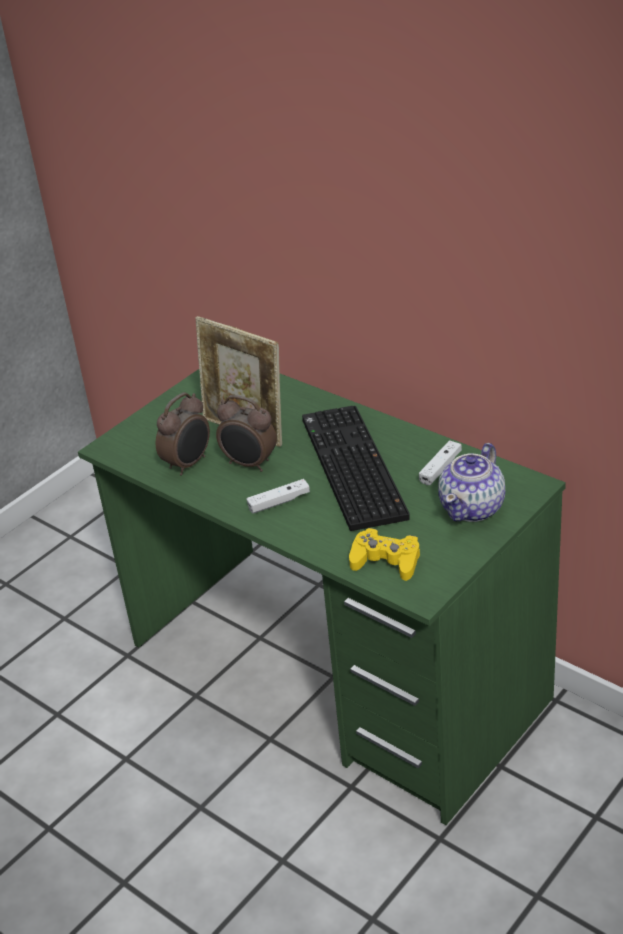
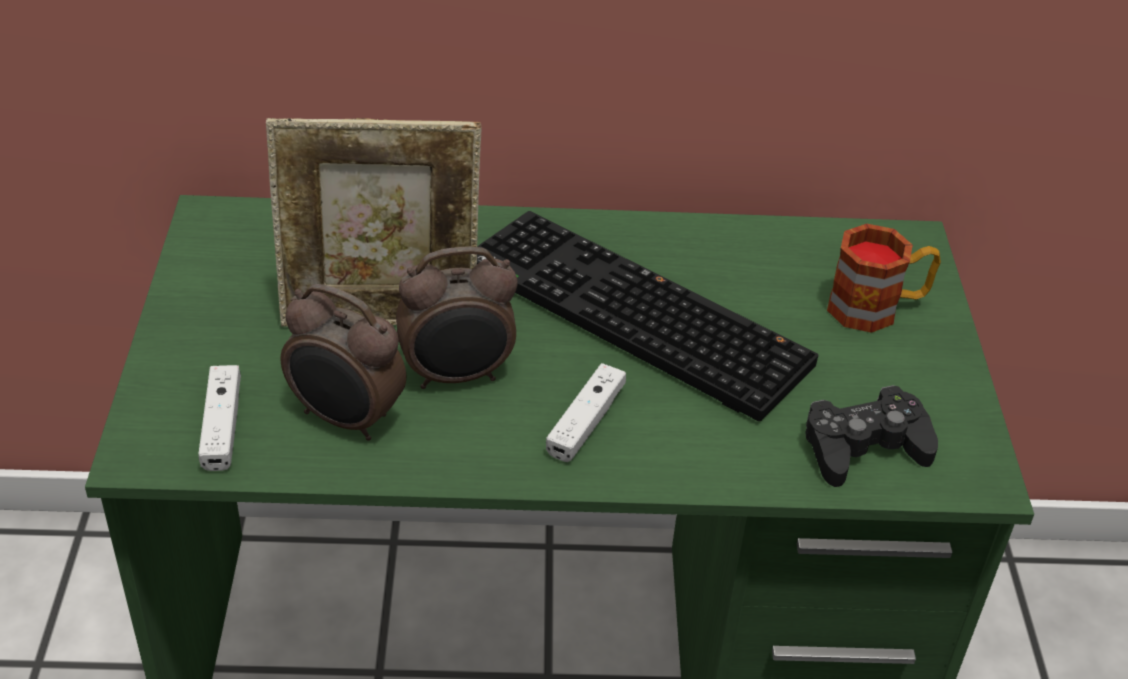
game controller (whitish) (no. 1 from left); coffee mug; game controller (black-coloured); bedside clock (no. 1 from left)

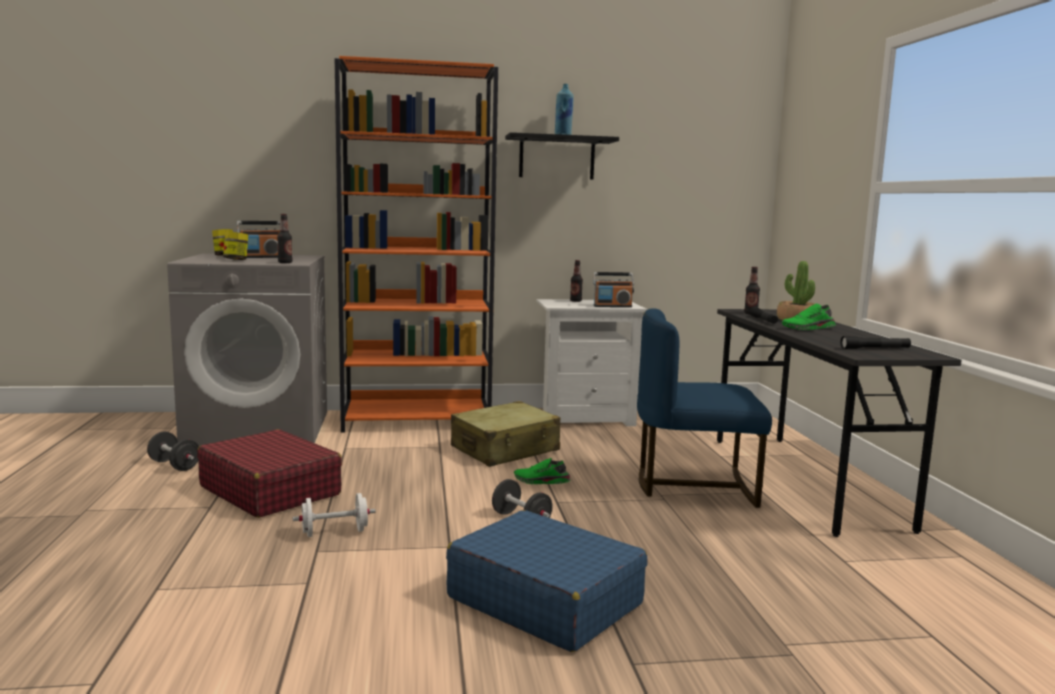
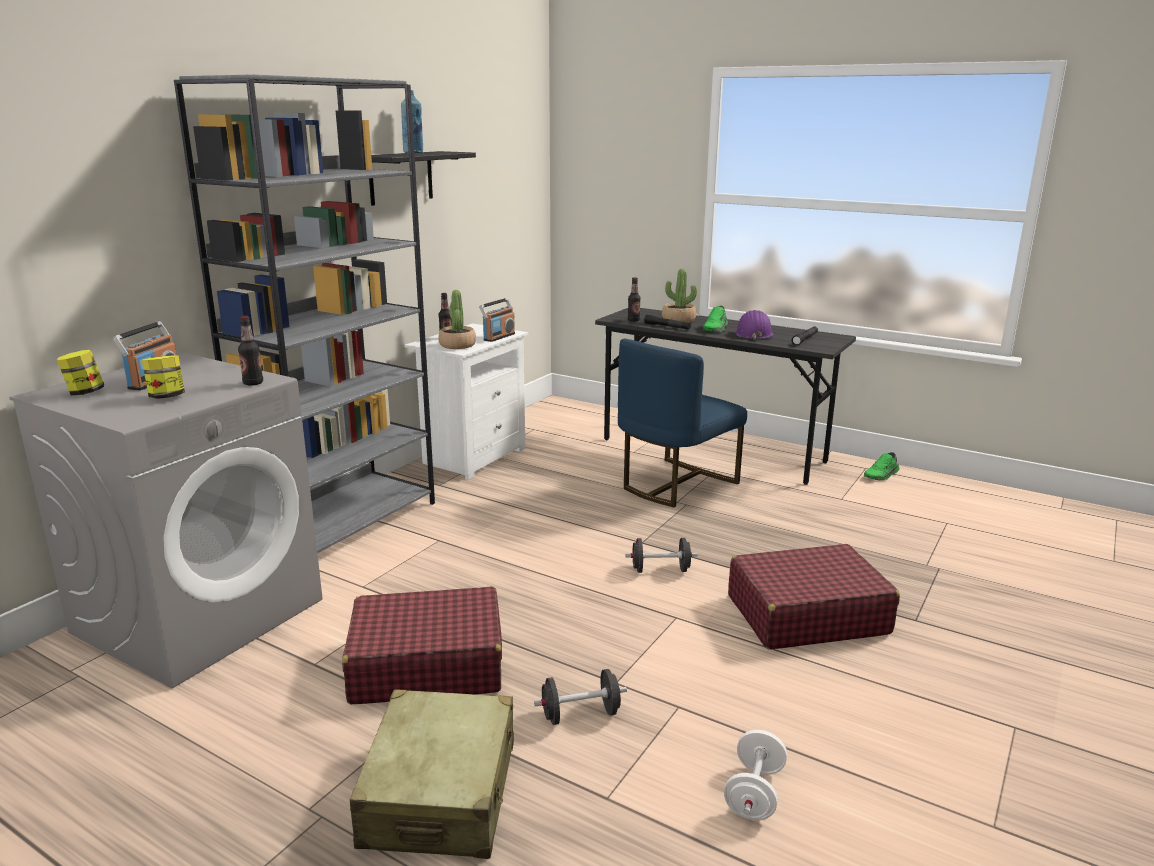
plant in a pot (no. 1 from left); hard hat (purple-coloured); dumbbell (black-coloured) (no. 1 from left); dumbbell (whitish); travel case (beige-coloured); shoe (green) (no. 2 from left); bookcase (greyish); travel case (red) (no. 2 from left)

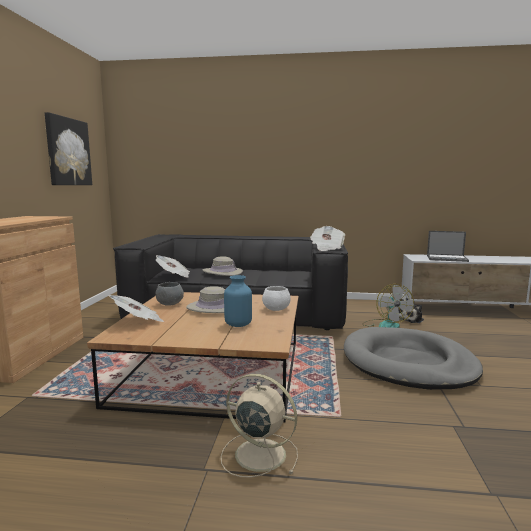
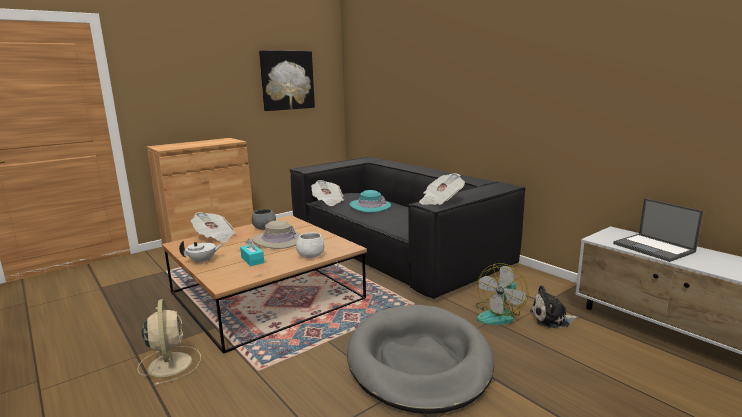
teapot (whitish); box of tissues (turquoise-coloured); clothing hat (turquoise-coloured)

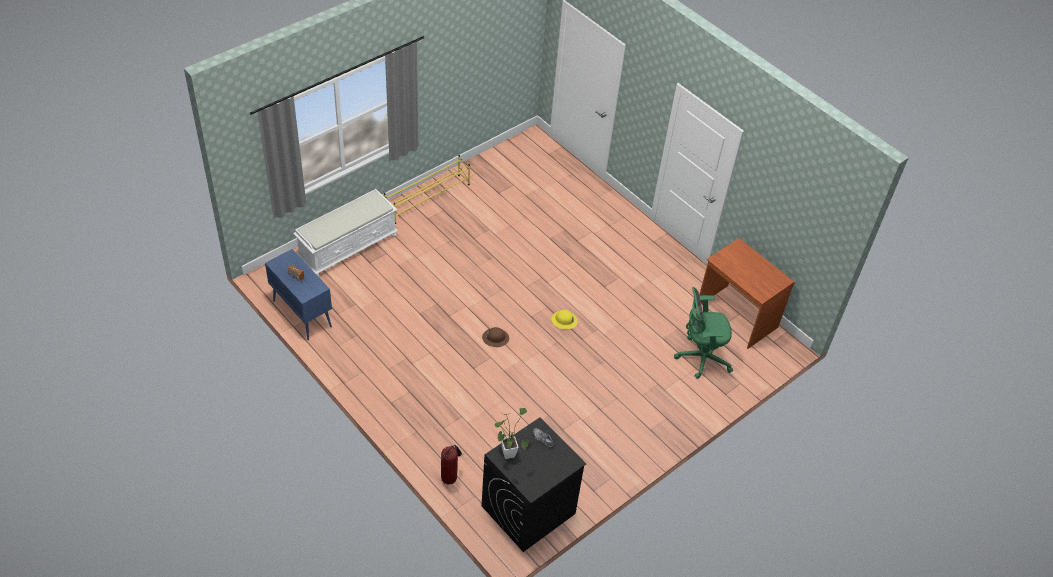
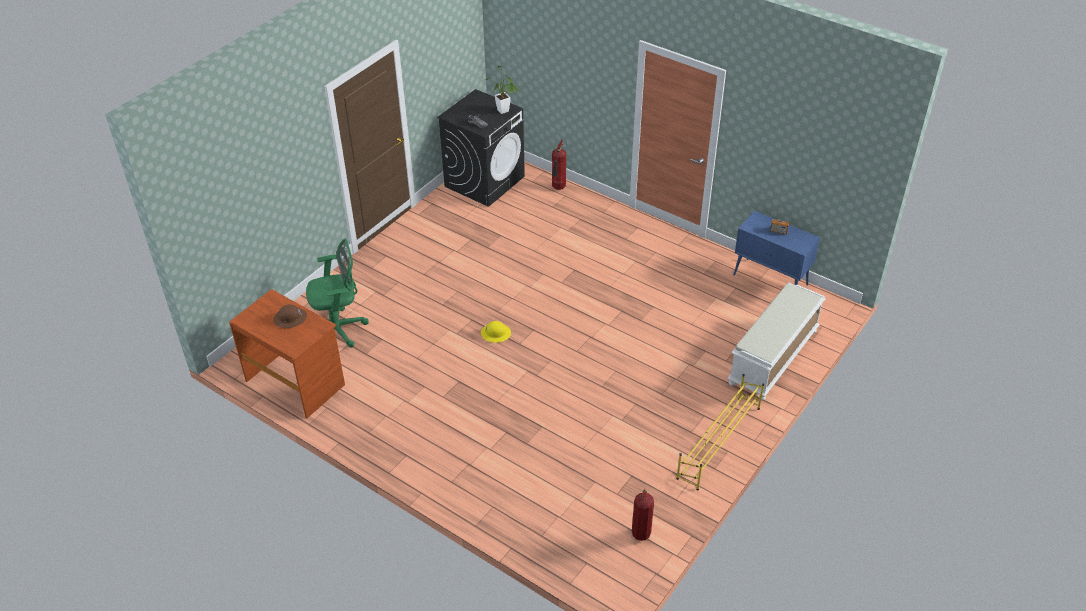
extinguisher (no. 2 from left); hard hat (brown-coloured)

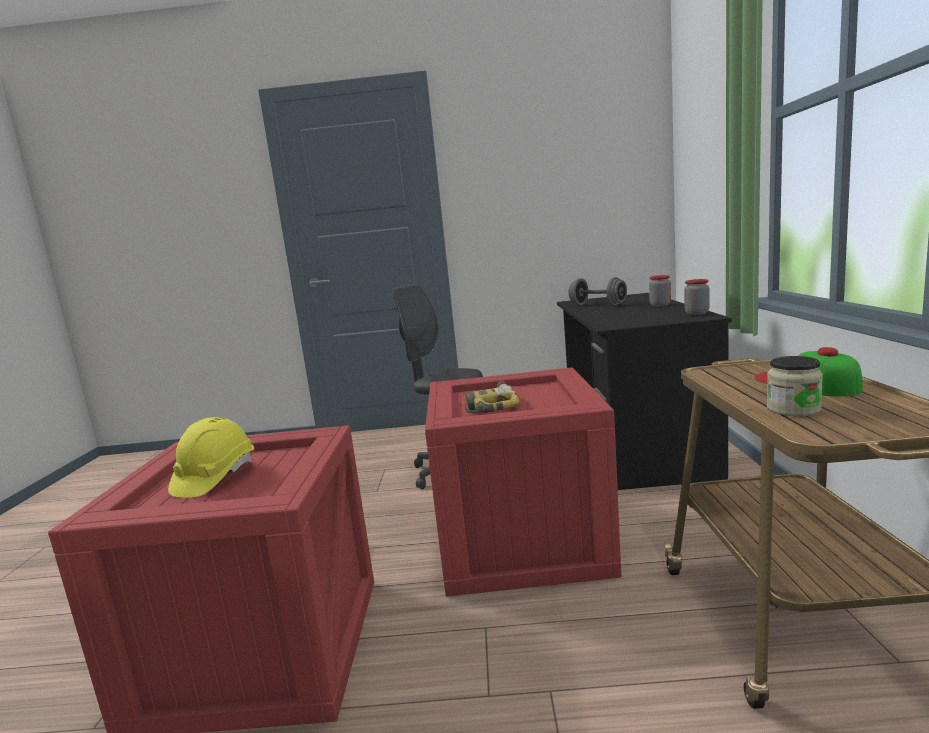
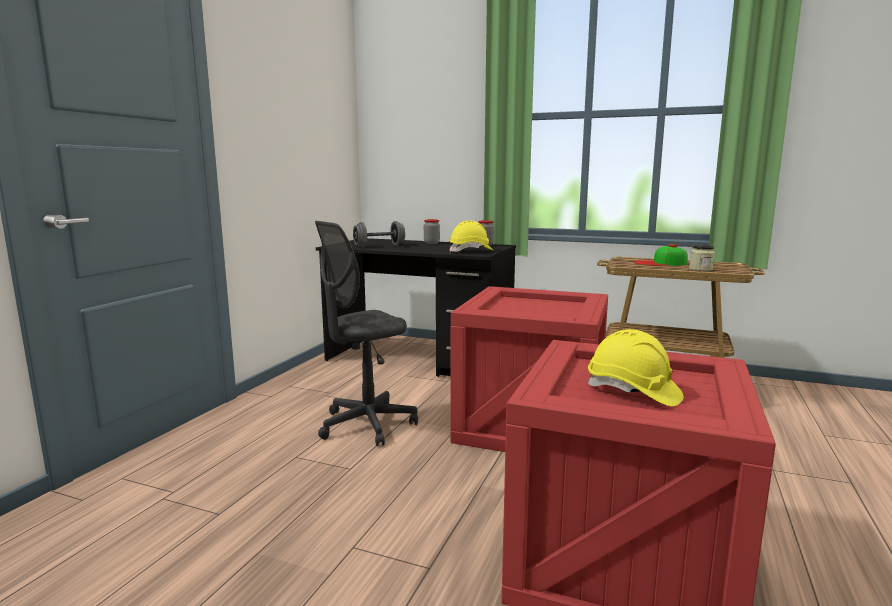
drill; hard hat (yellow-coloured) (no. 1 from left)

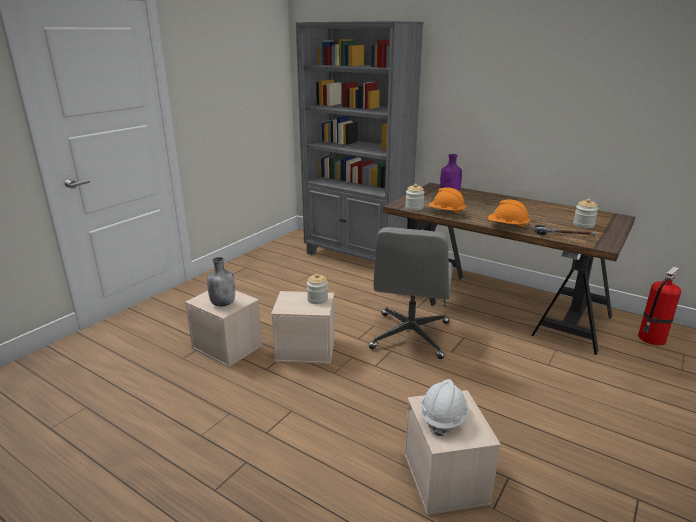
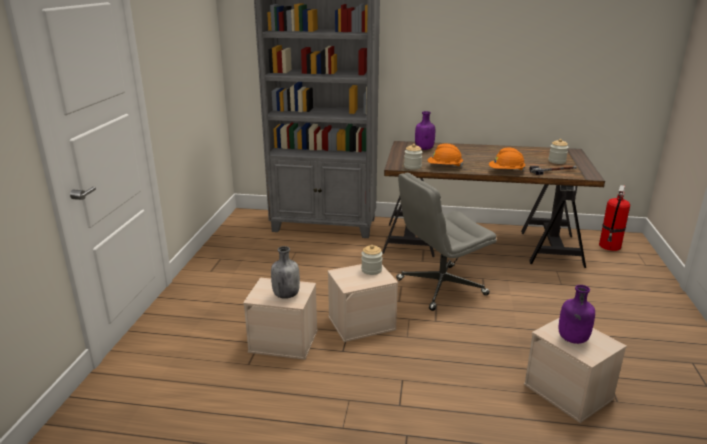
beverage bottle (purple-coloured) (no. 2 from left); office chair (greyish)

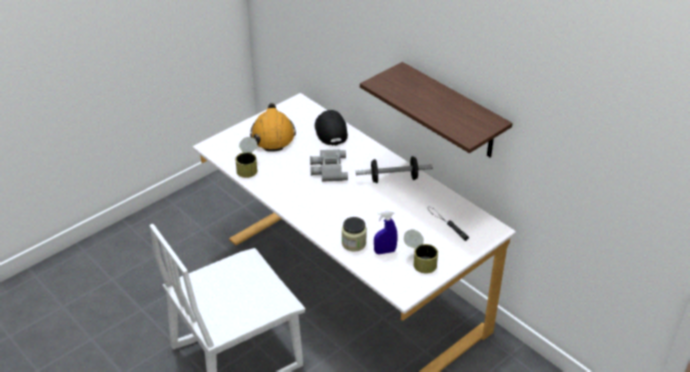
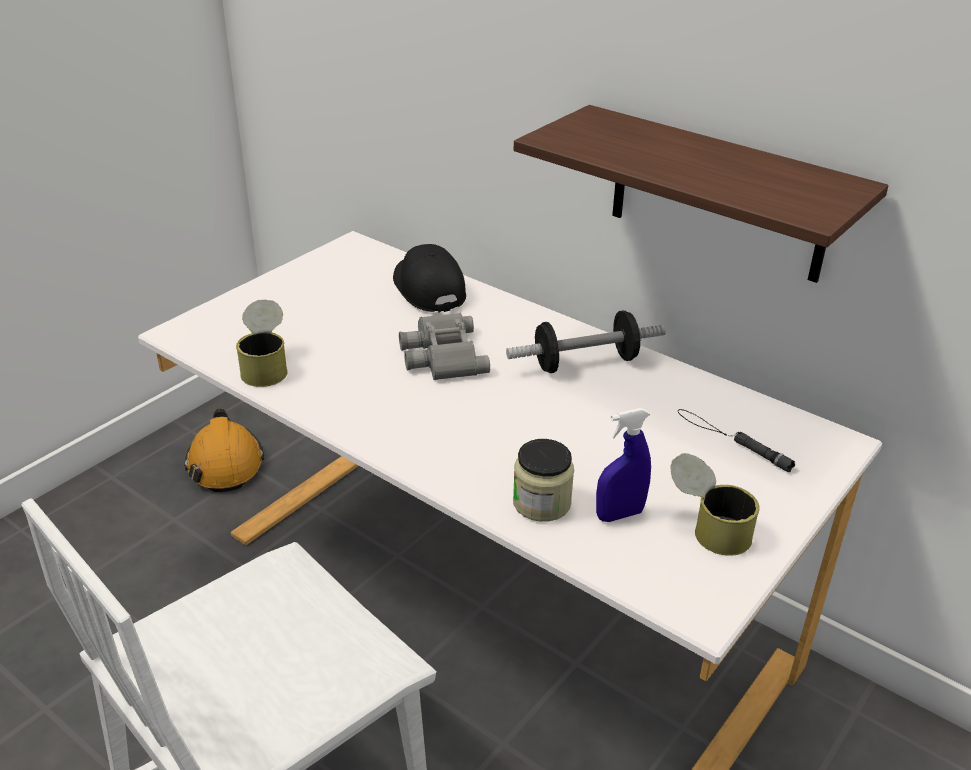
hard hat (orange)

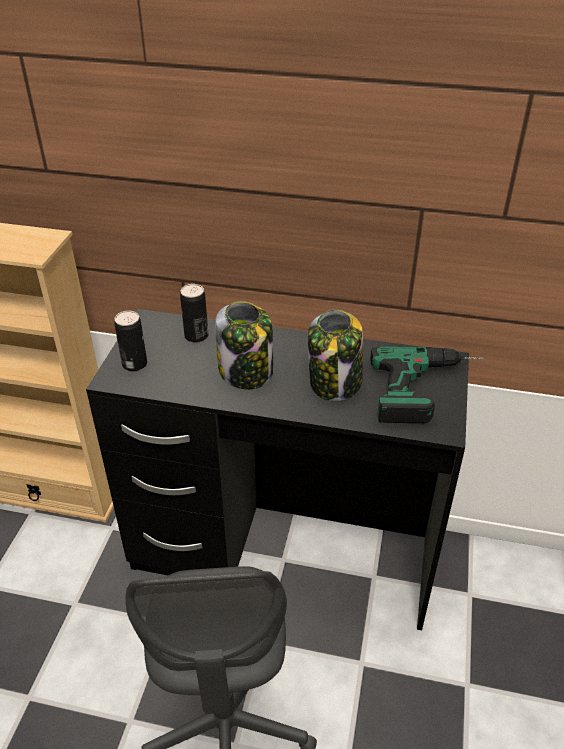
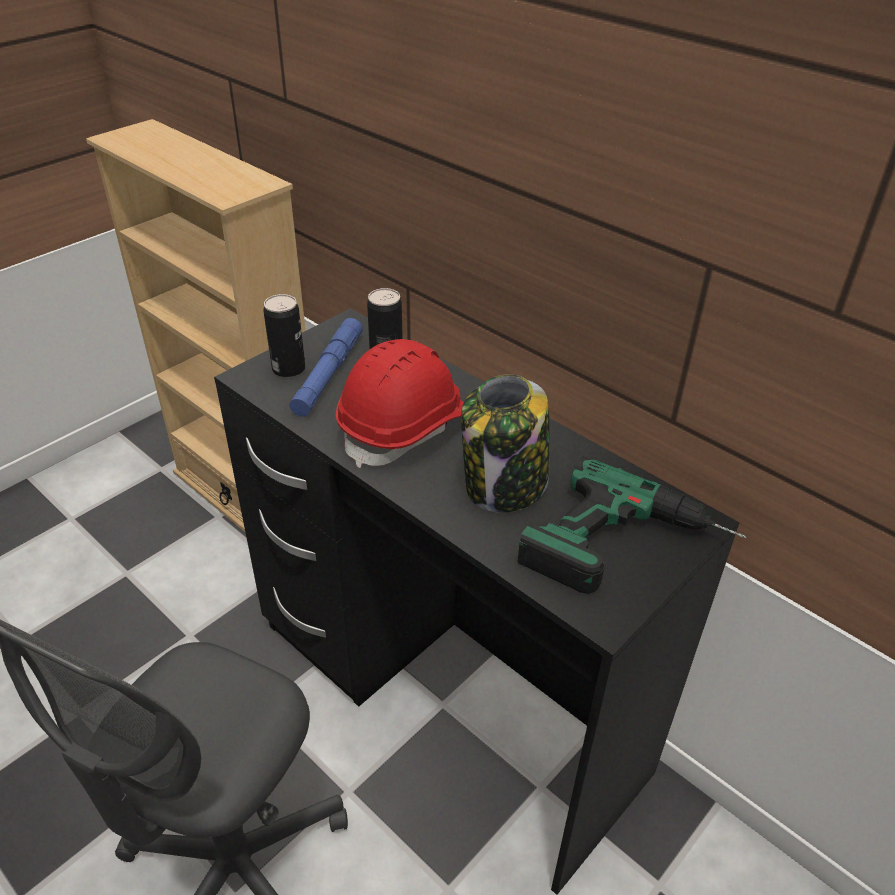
torch (blue); hard hat (red)

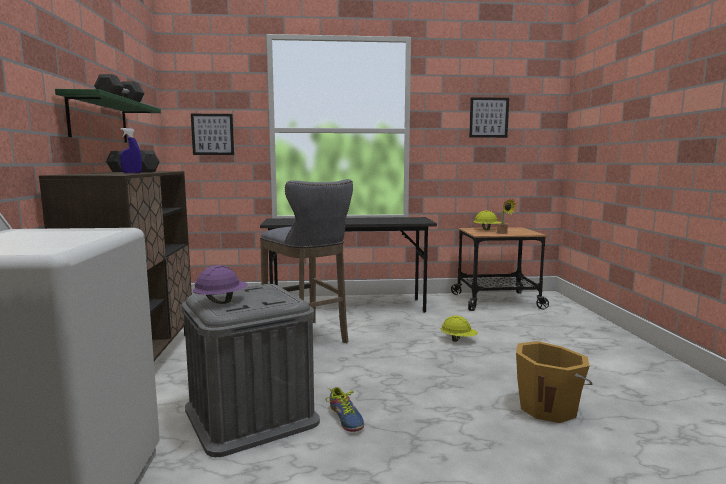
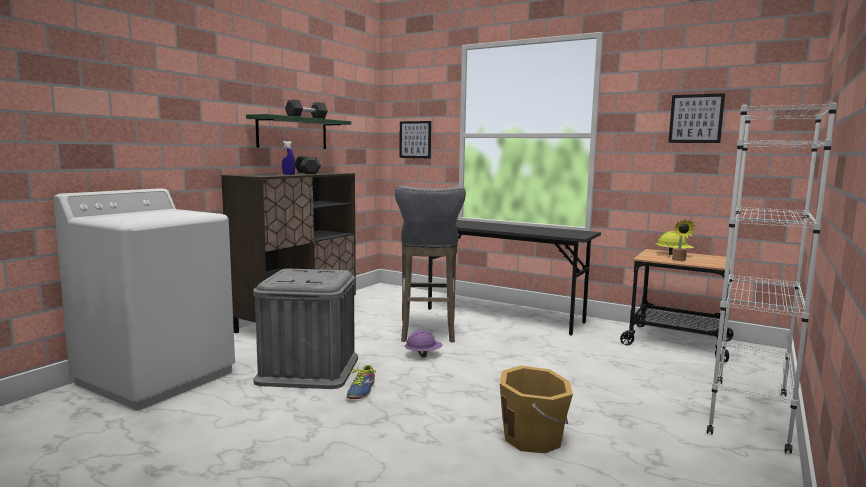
hard hat (yellow-coloured) (no. 1 from left in the first image); bookcase (whitish); hard hat (purple-coloured)

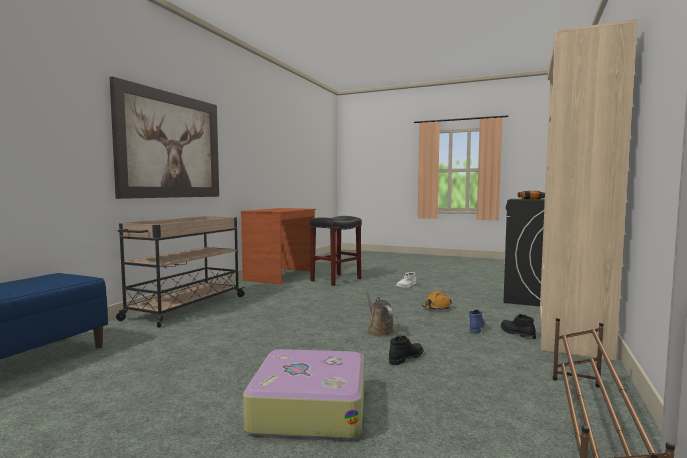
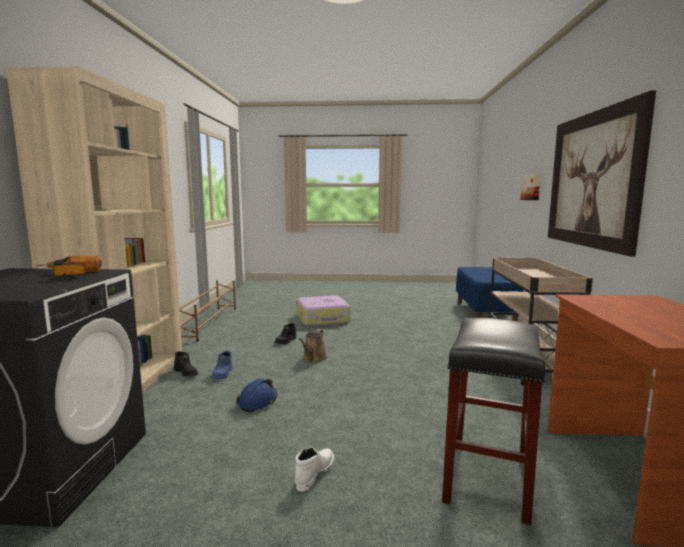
picture (no. 1 from left); hard hat (blue); sprinkling can (brown-coloured)

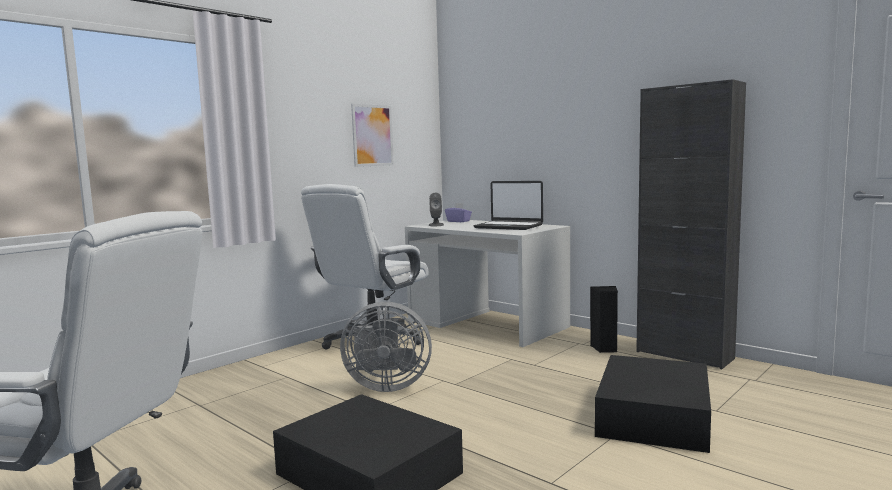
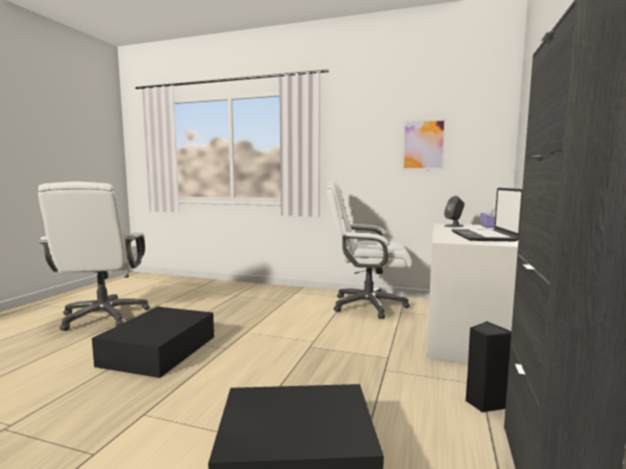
fan (greyish)

